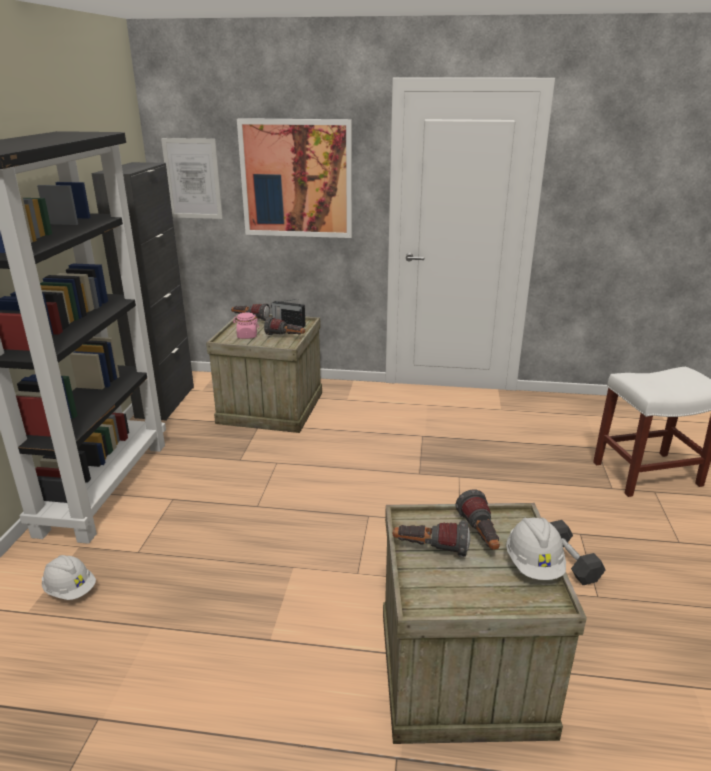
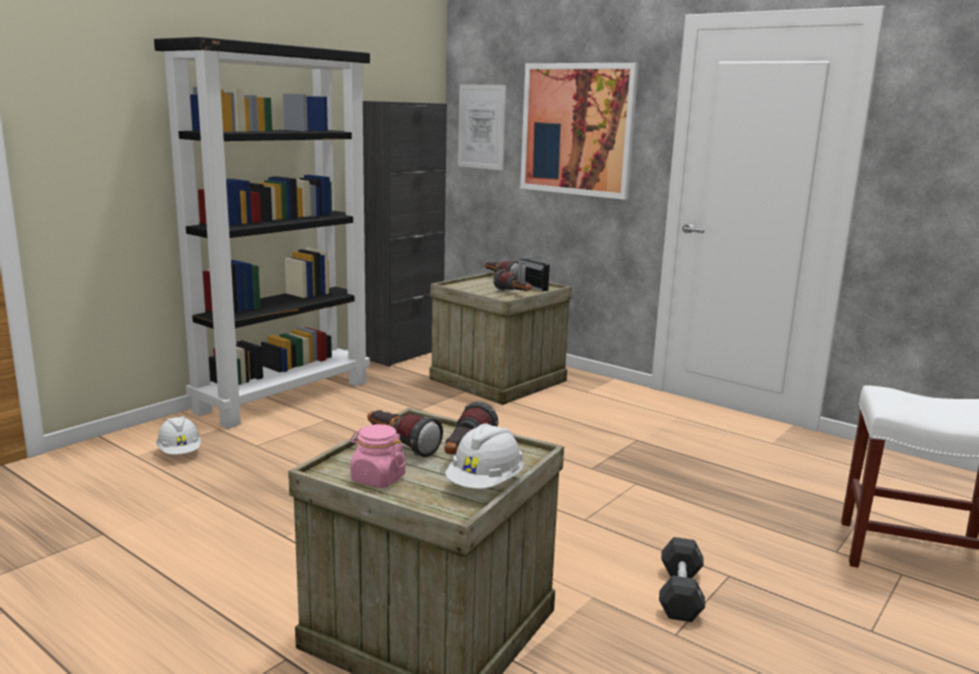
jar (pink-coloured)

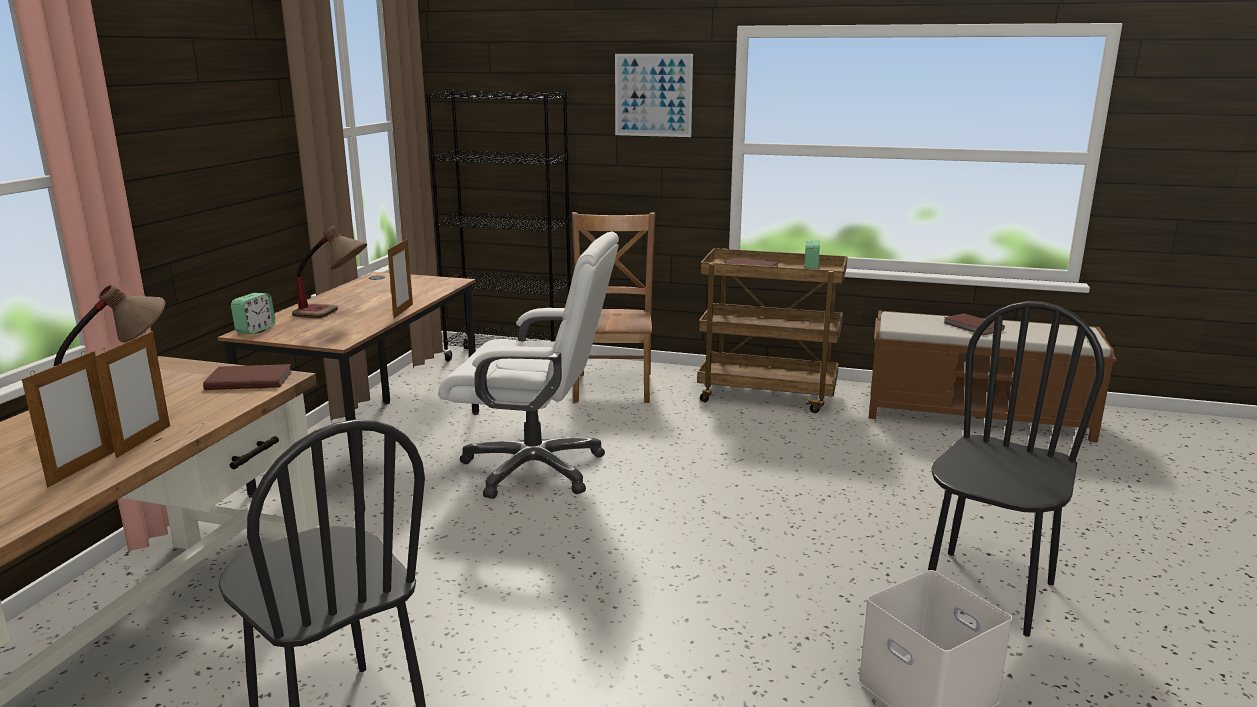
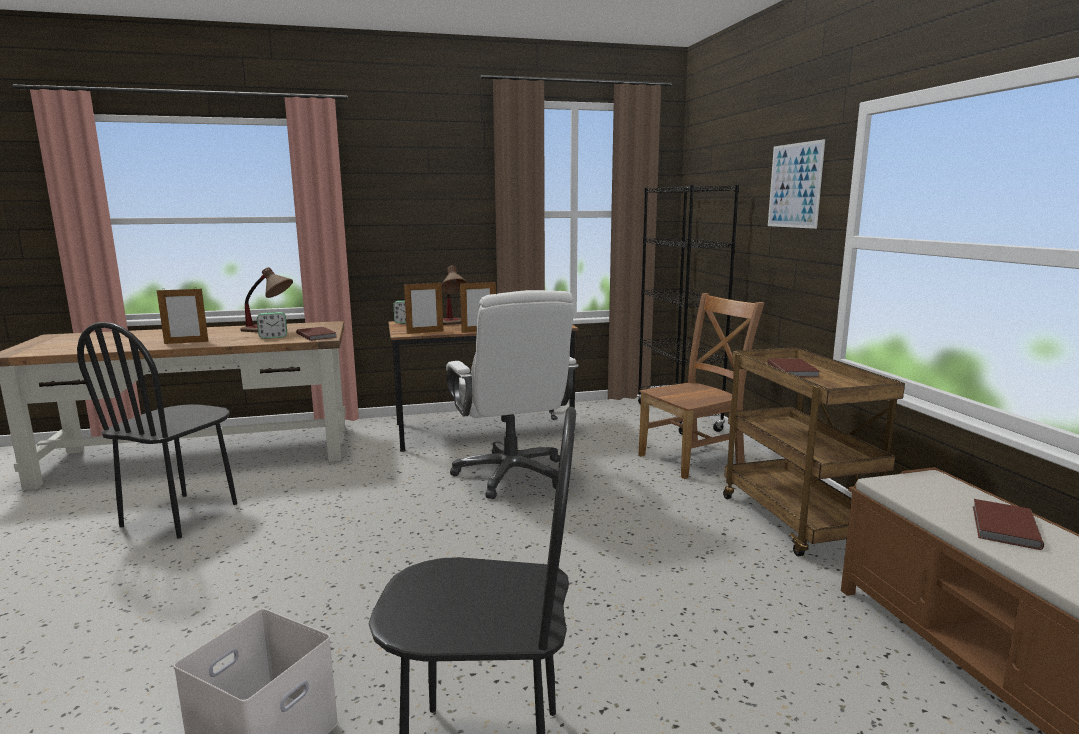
photo frame (no. 2 from left); bedside clock (no. 1 from left)

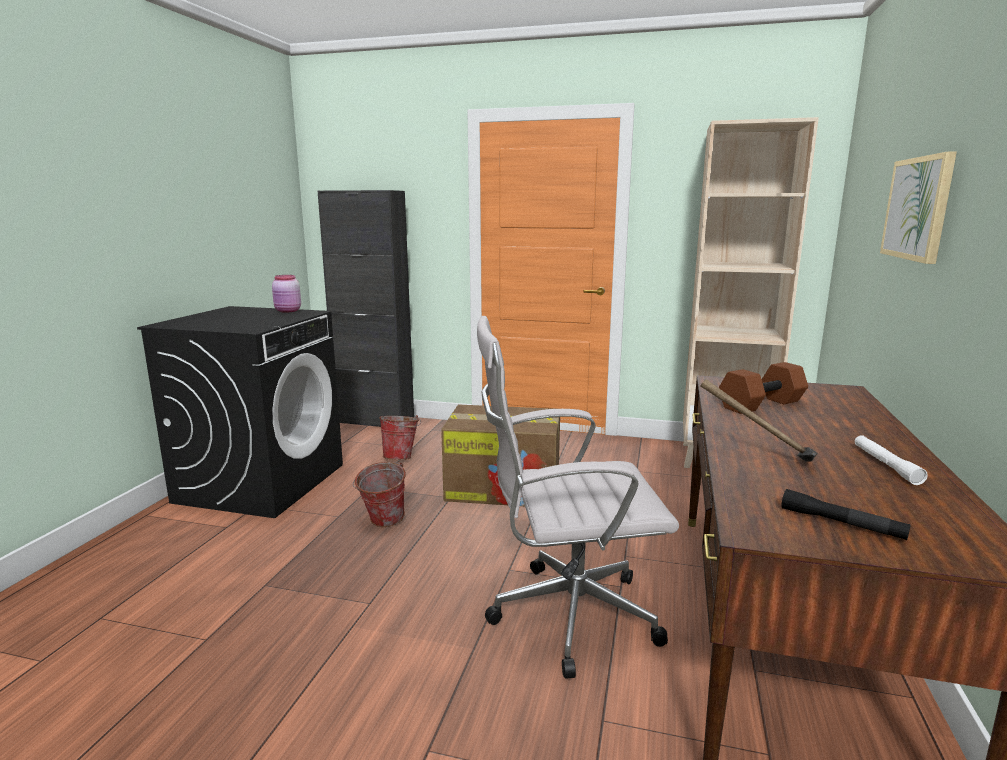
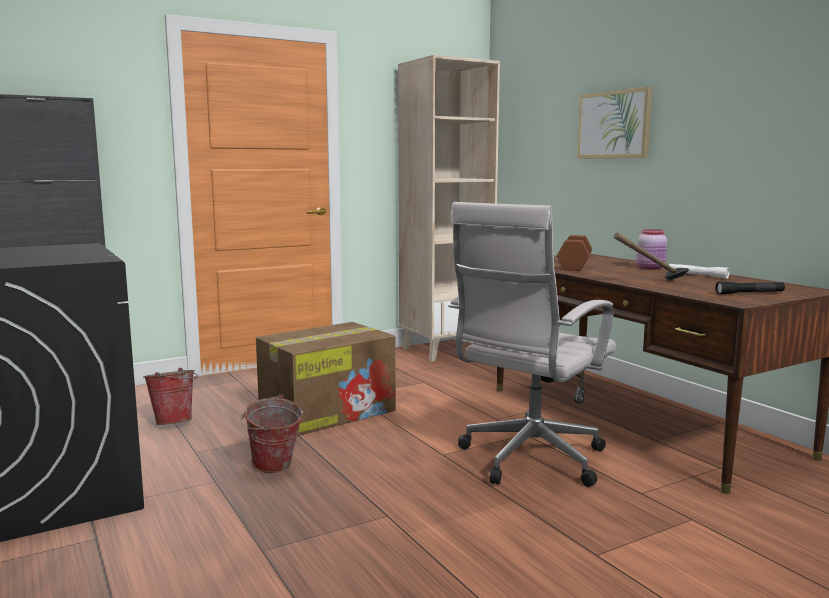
jar (pink-coloured)

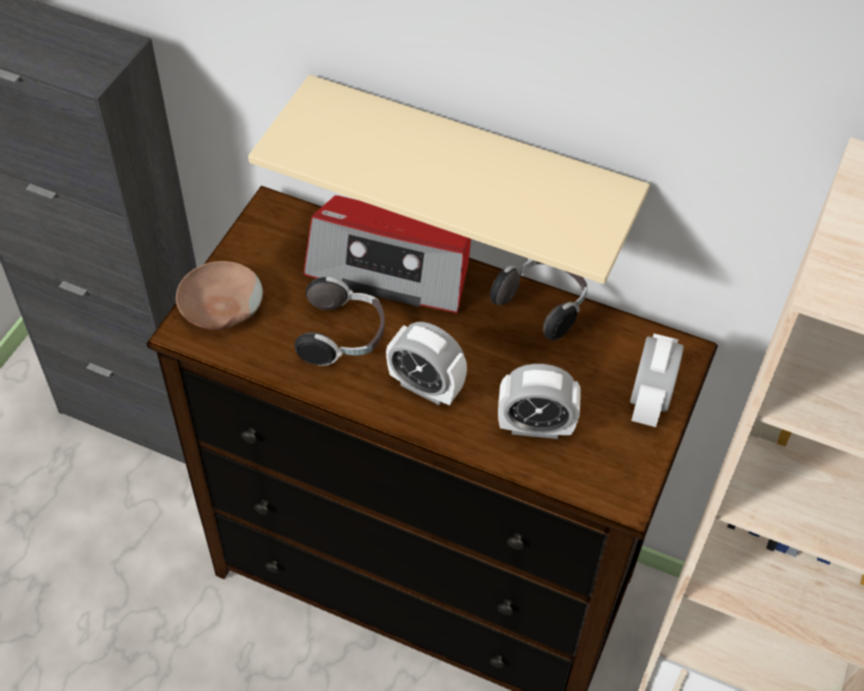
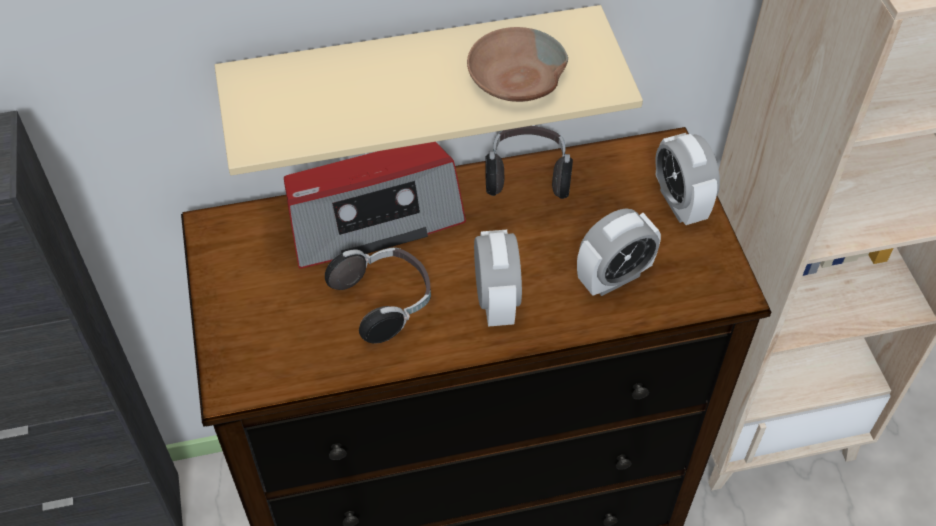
bowl (brown-coloured); bedside clock (no. 1 from left)

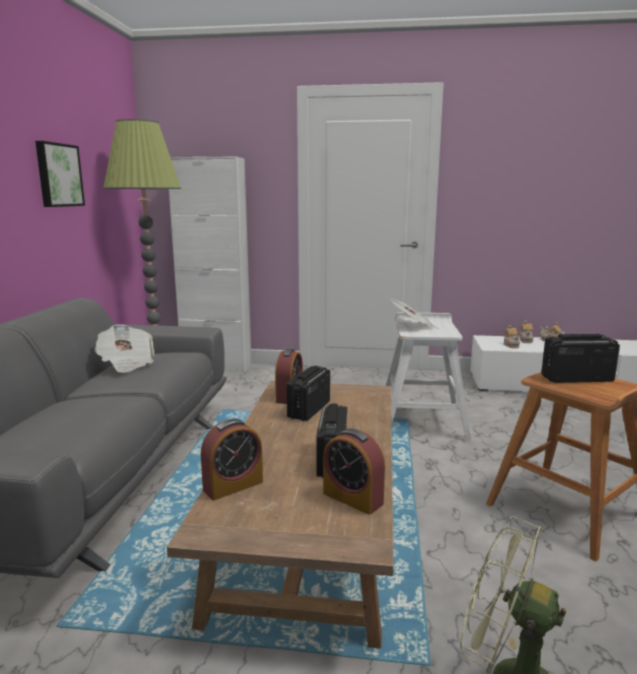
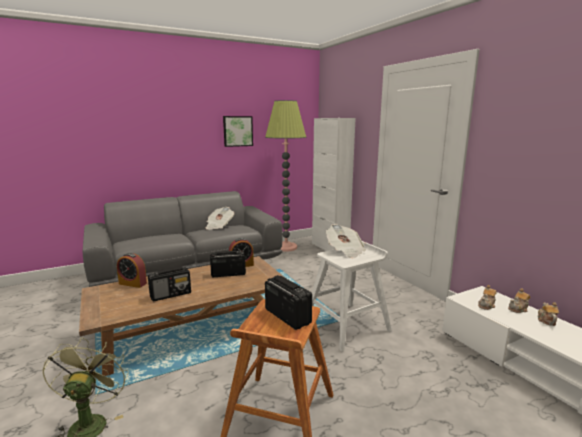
bedside clock (no. 3 from left in the first image)

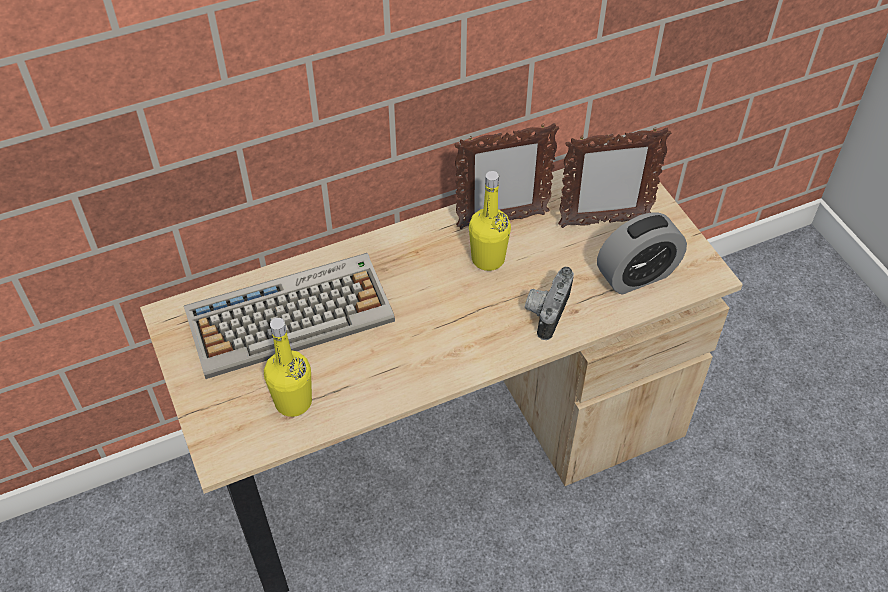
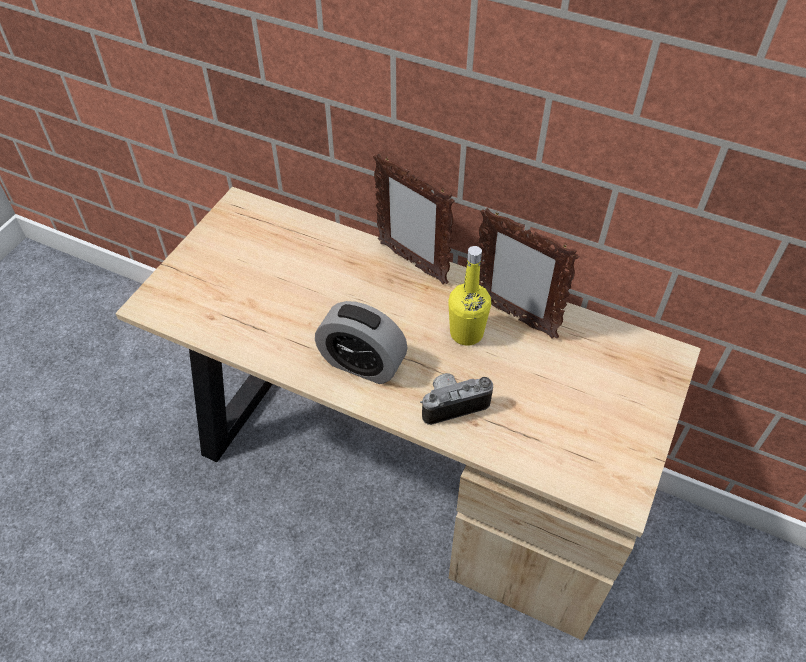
PC keyboard; beverage bottle (yellow-coloured) (no. 1 from left in the first image); photo frame (no. 1 from left); bedside clock

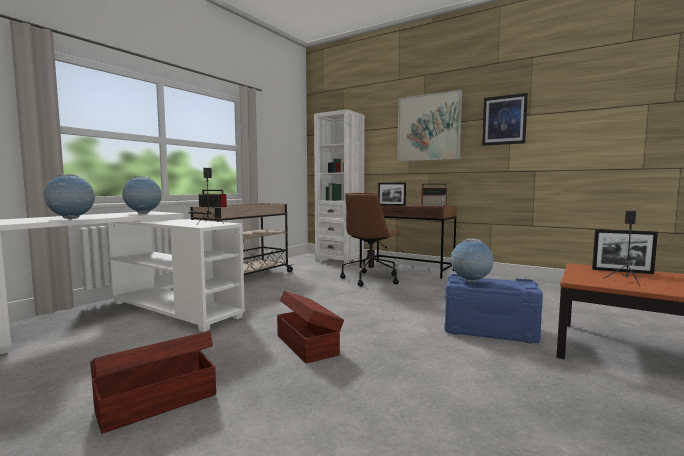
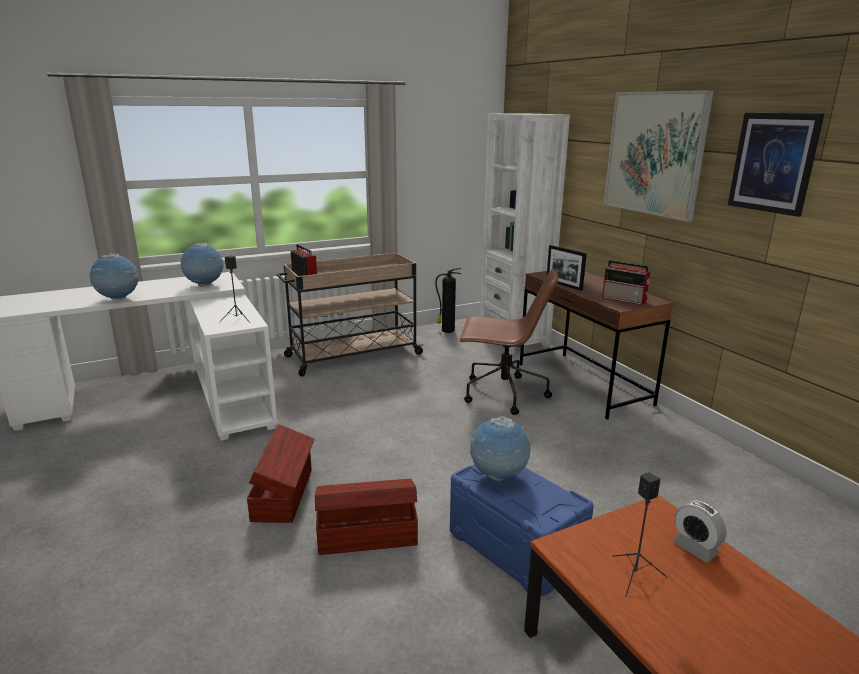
extinguisher; storage container (brown-coloured) (no. 2 from left); bedside clock; office chair (brown-coloured)

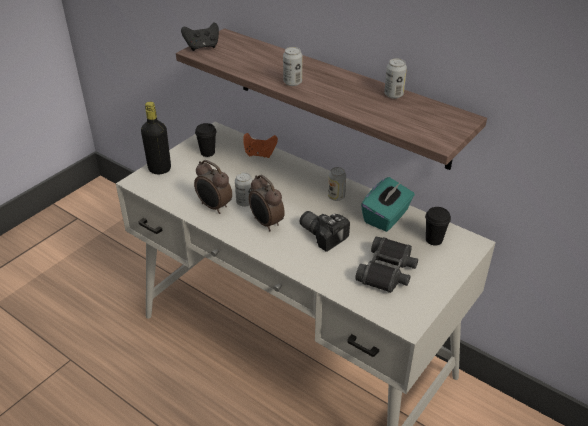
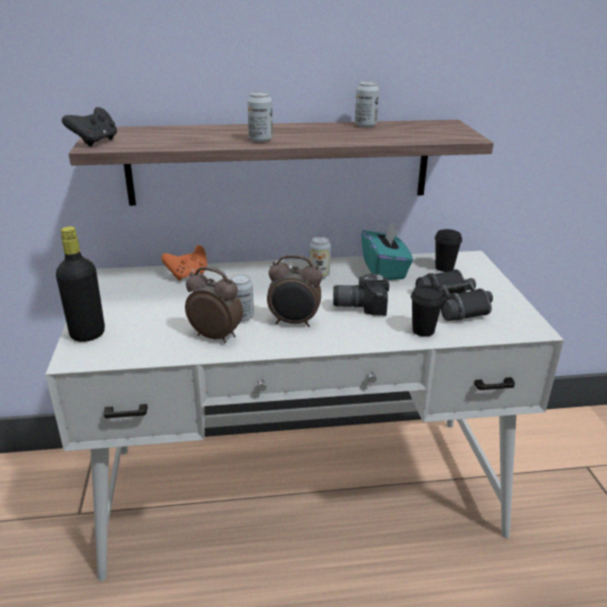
small cup (black-coloured) (no. 1 from left); bedside clock (no. 1 from left)

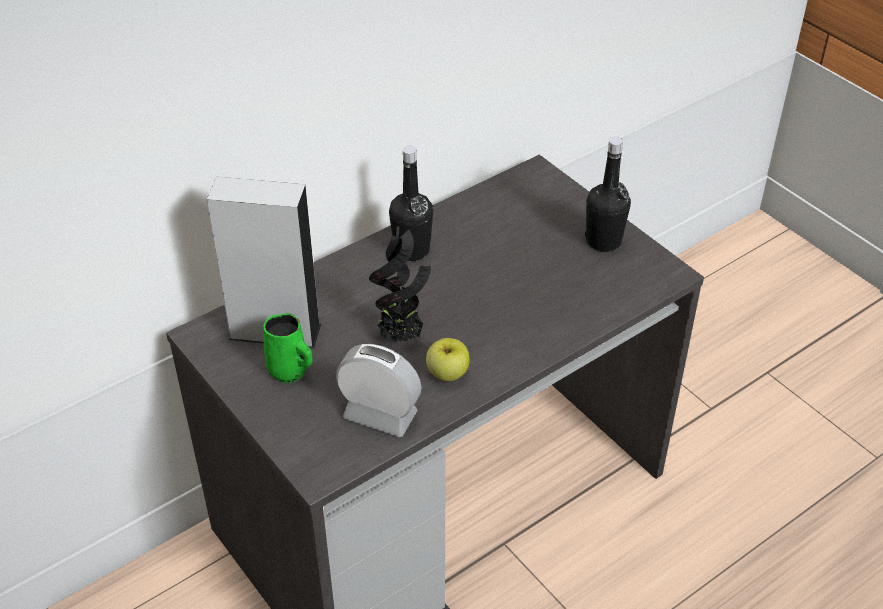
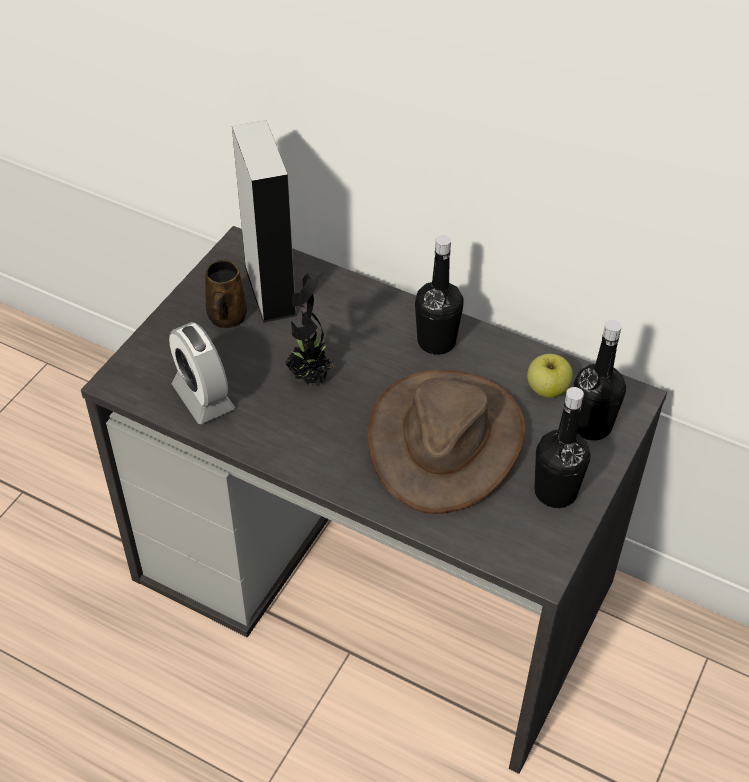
clothing hat (brown-coloured); beverage bottle (black-coloured) (no. 3 from left); apple fruit; coffee mug (brown-coloured); bedside clock

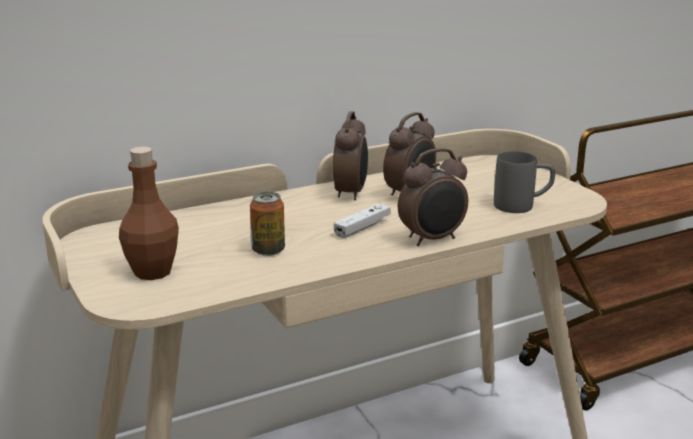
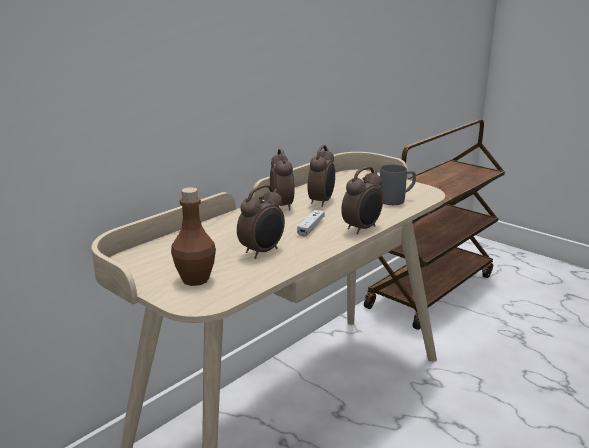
bedside clock (no. 1 from left)

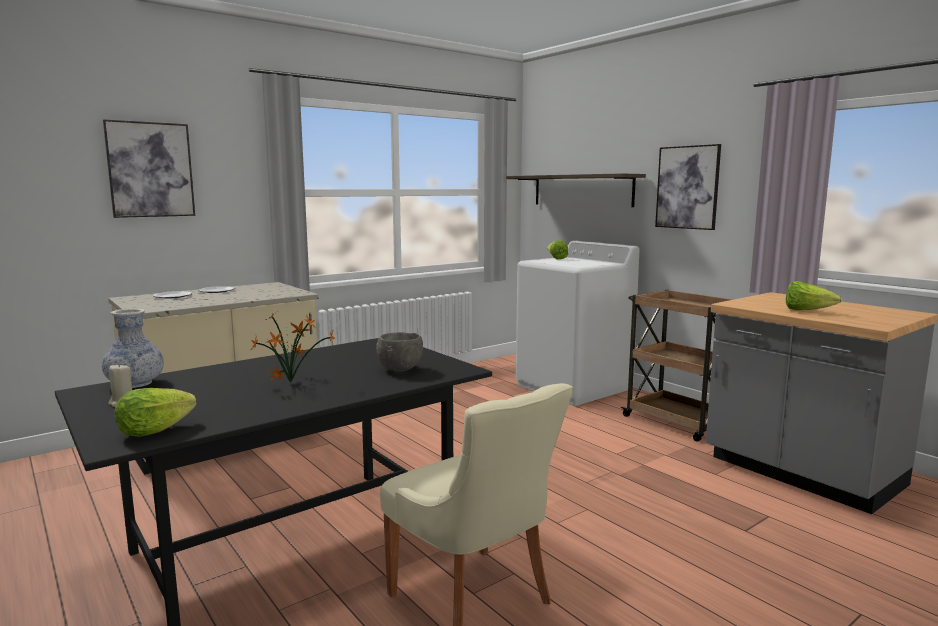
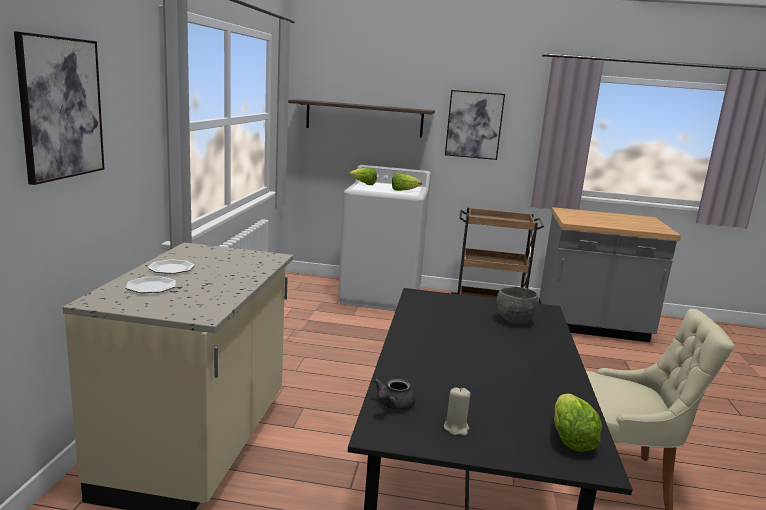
plant in a pot; head of lettuce (no. 2 from left); teapot (greyish)

